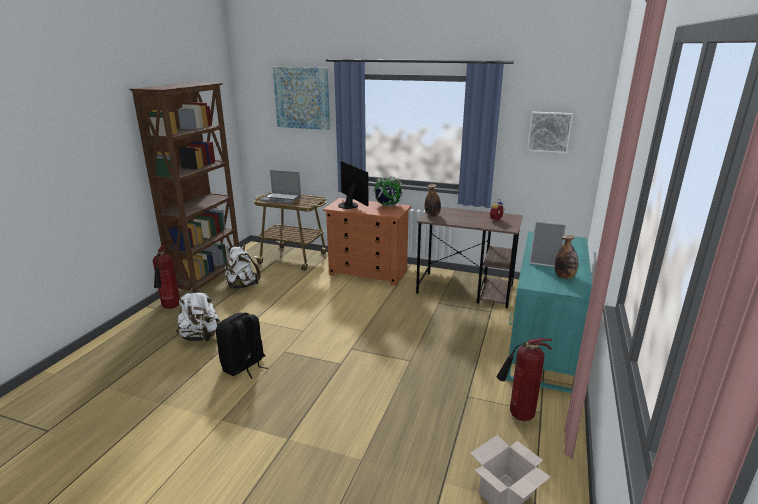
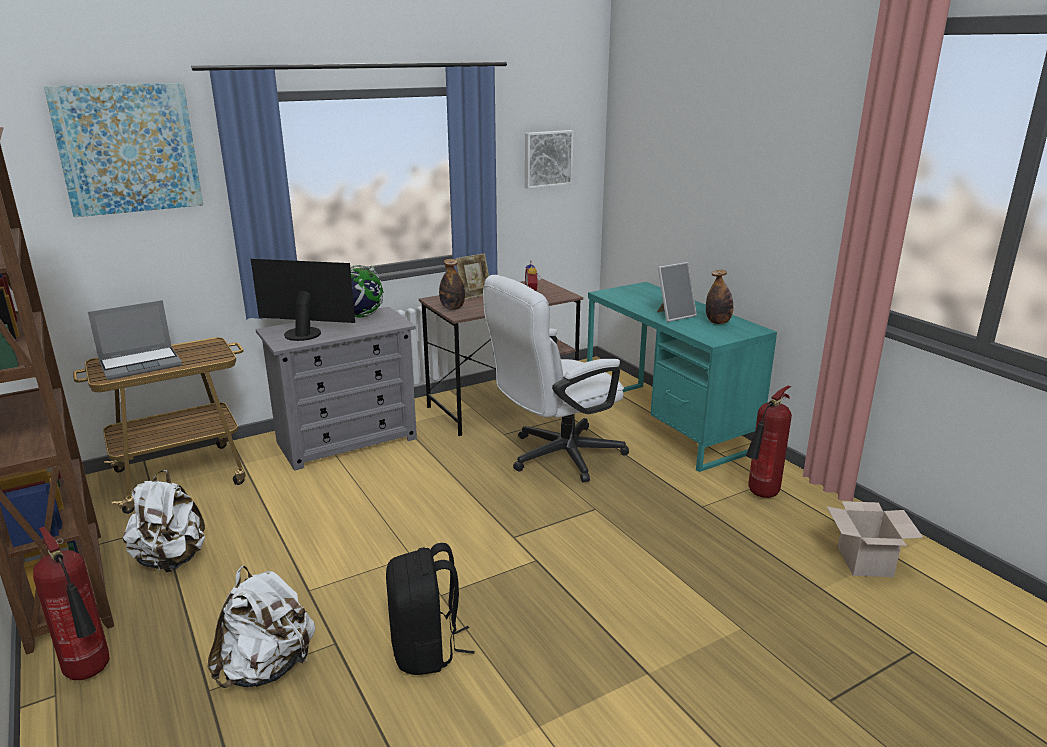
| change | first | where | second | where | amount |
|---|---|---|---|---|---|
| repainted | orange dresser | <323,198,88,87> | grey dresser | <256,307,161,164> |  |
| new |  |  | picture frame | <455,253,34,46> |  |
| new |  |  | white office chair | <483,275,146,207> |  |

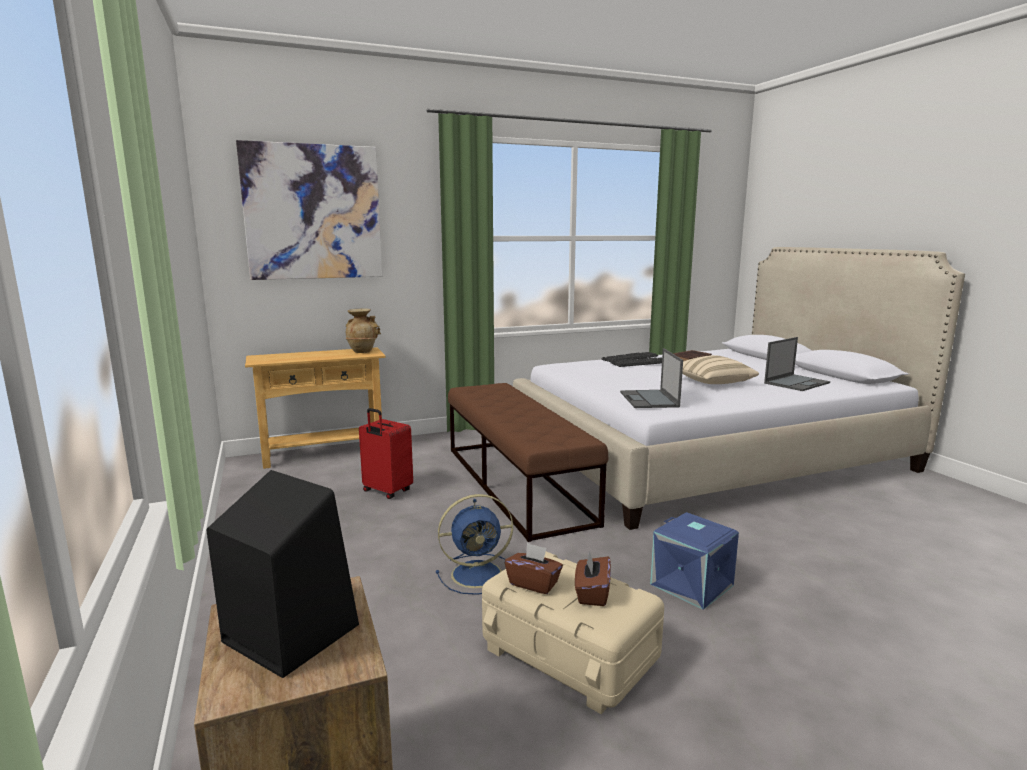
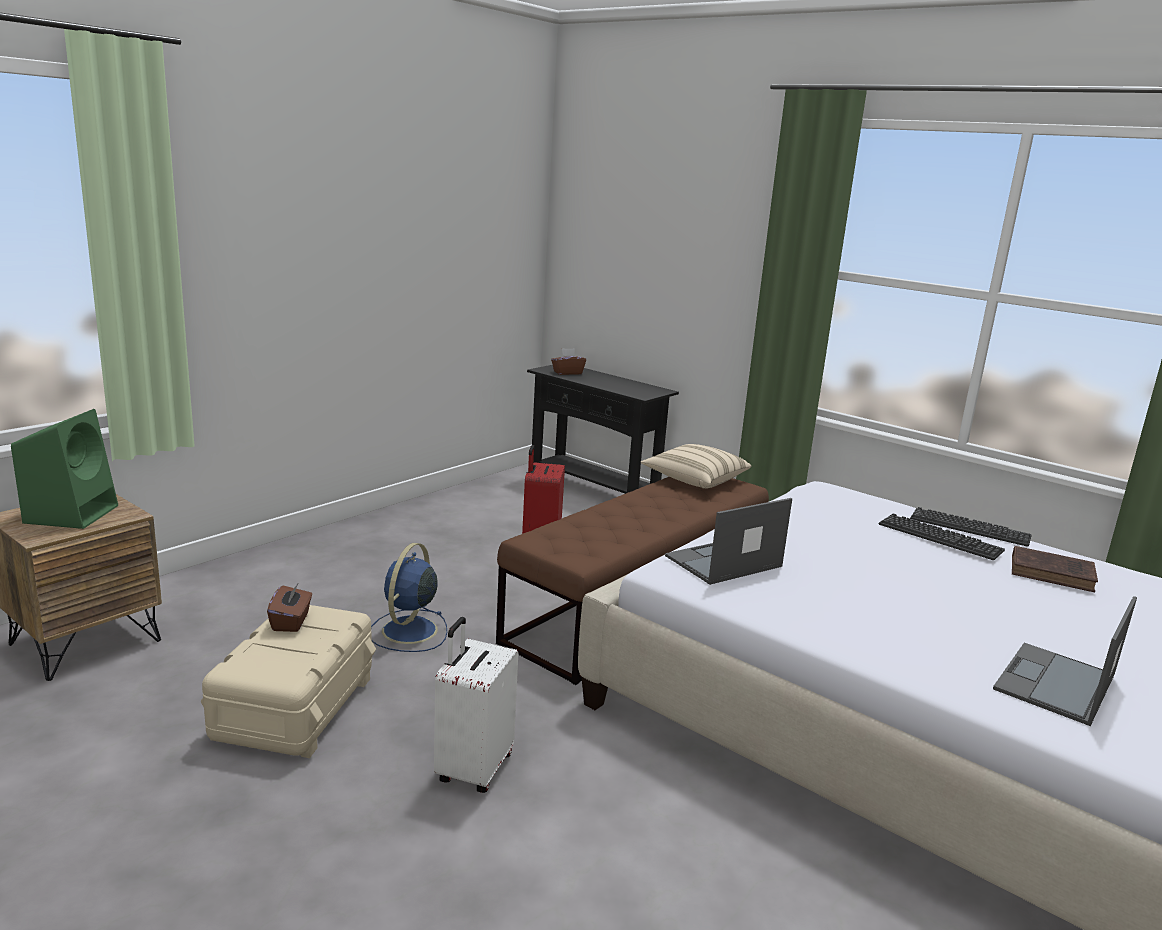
| change | first | where | second | where | amount |
|---|---|---|---|---|---|
| gone | picture | <236,140,147,140> |  |  |  |
| gone | beige vase | <346,309,35,44> |  |  |  |
| rotated | laptop | <764,337,66,54> |  | <993,596,144,130> | 105 degrees clockwise |
| repainted | beige console table | <245,347,141,122> | black console table | <527,365,152,129> |  |
| shifted | beige pillow | <682,355,77,29> |  | <641,444,110,45> |  |
| repainted | black speaker | <206,470,153,208> | green speaker | <11,409,107,120> |  |
| rotated | blue fan | <436,494,77,101> |  | <371,543,76,109> | 60 degrees clockwise |
| swapped | blue storage box | <650,512,89,98> | white suitcase | <434,617,84,176> |  |
| shifted | brown tissue box | <575,551,36,55> |  | <551,348,35,27> |  |

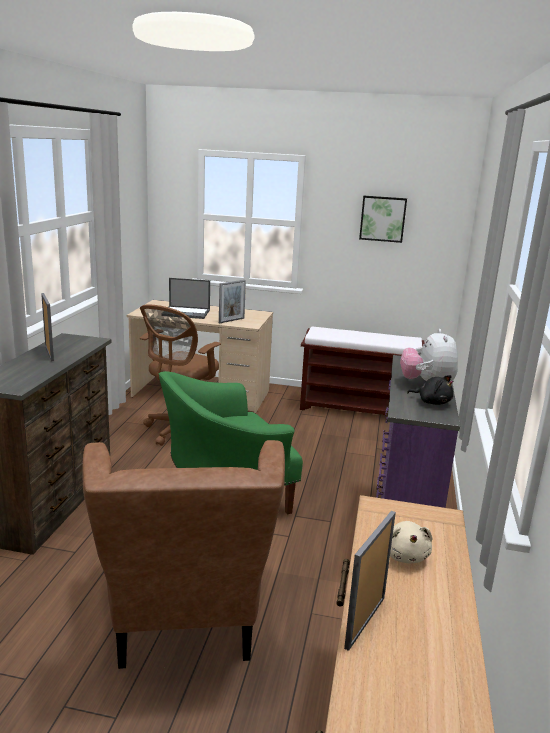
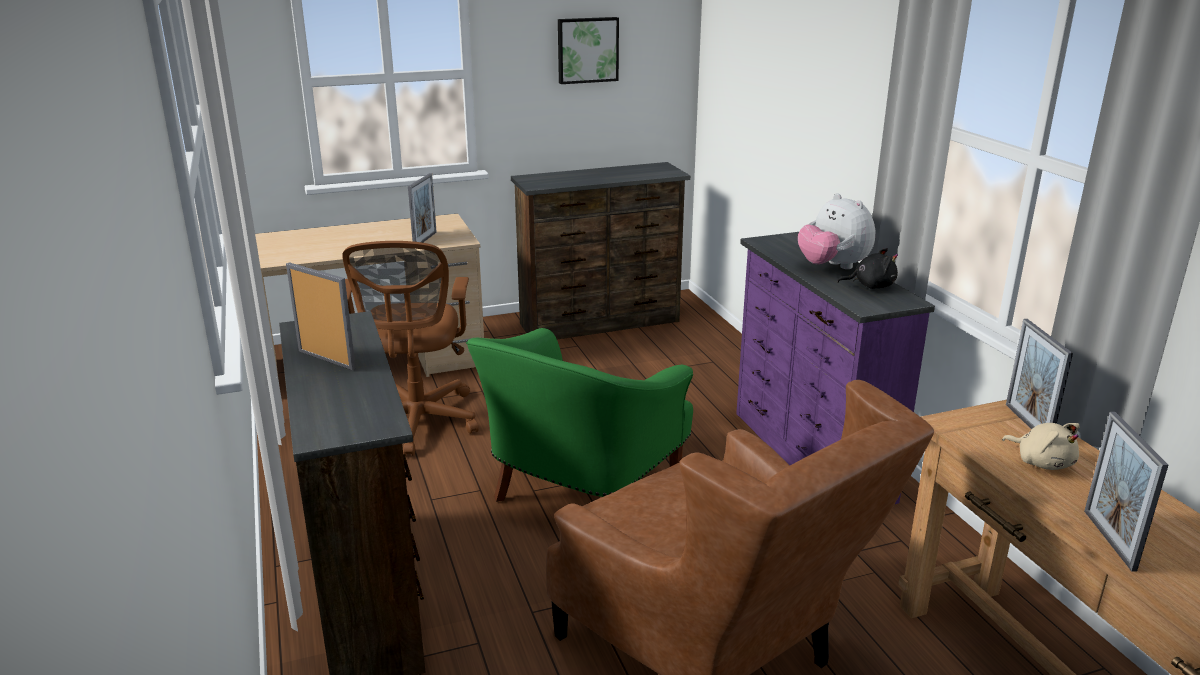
| change | first | where | second | where | amount |
|---|---|---|---|---|---|
| gone | laptop | <169,278,41,41> |  |  |  |
| swapped | brown bench | <300,326,124,89> | brown dresser | <511,162,179,177> |  |
| new |  |  | picture frame | <1006,319,67,110> |  |

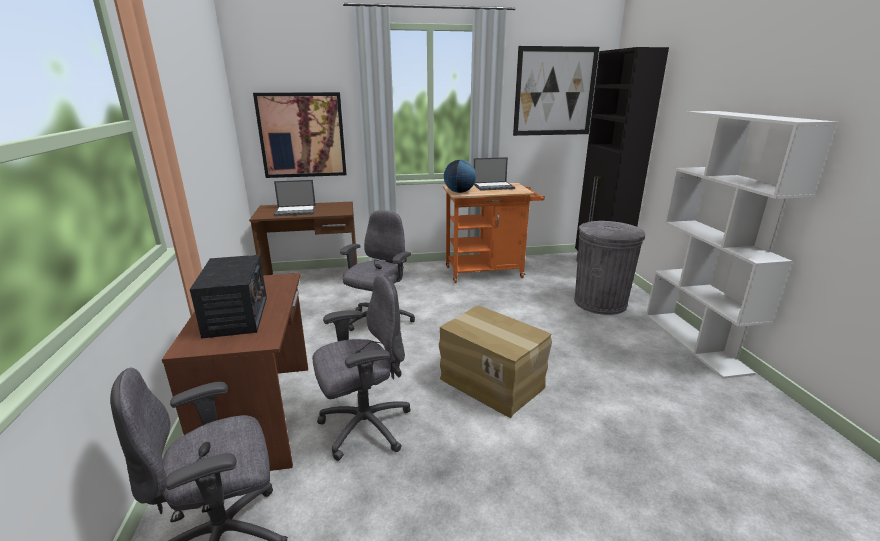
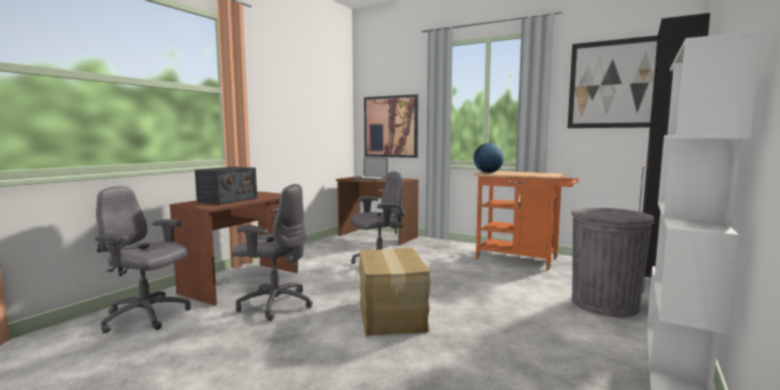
| change | first | where | second | where | amount |
|---|---|---|---|---|---|
| gone | laptop | <474,157,41,34> |  |  |  |

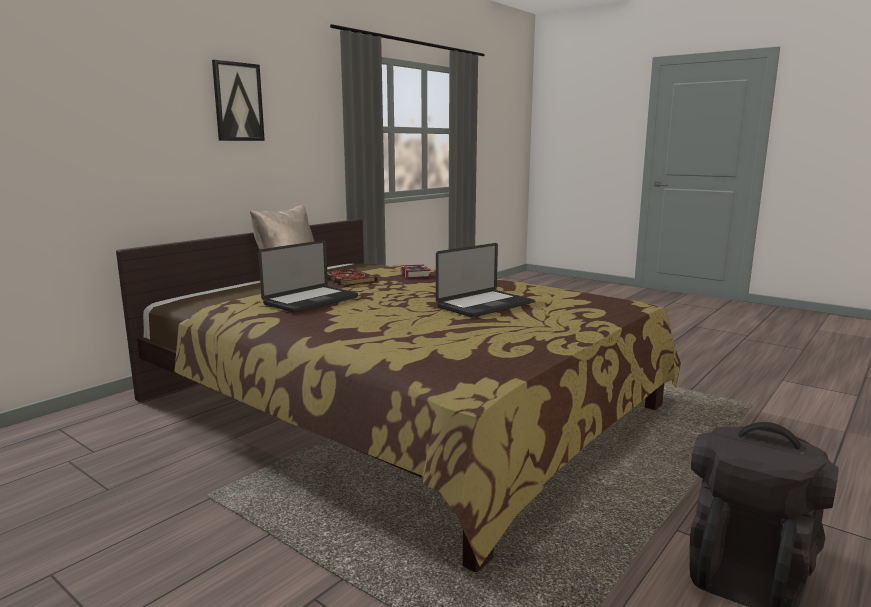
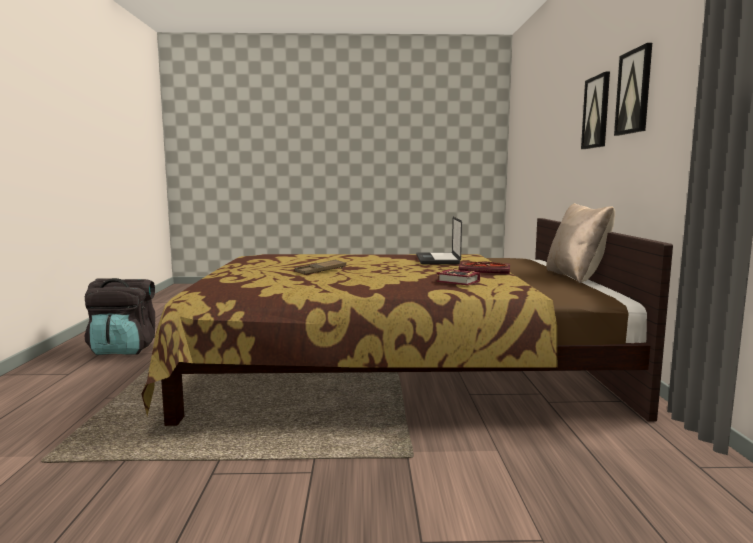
| change | first | where | second | where | amount |
|---|---|---|---|---|---|
| swapped | laptop | <436,243,96,74> | brown tray | <295,259,51,15> |  |
| new |  |  | picture | <581,71,29,78> |  |

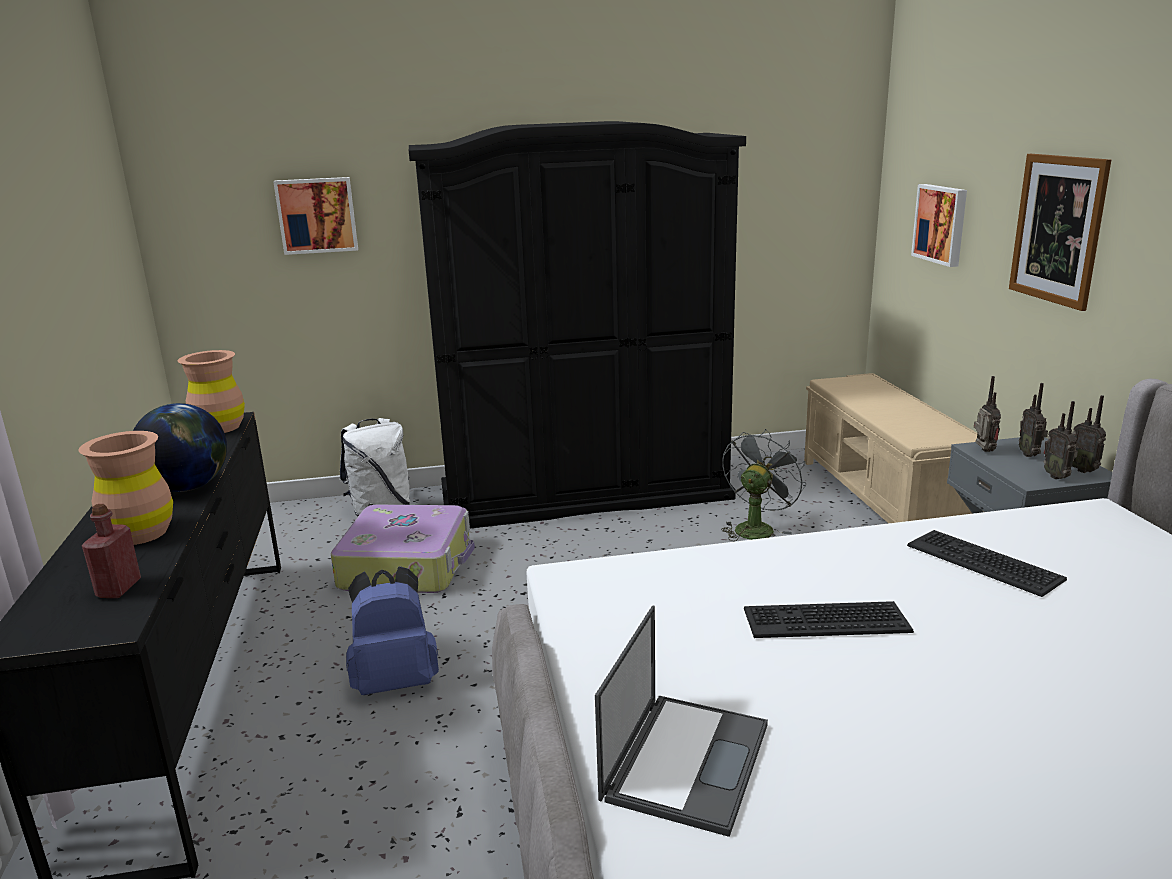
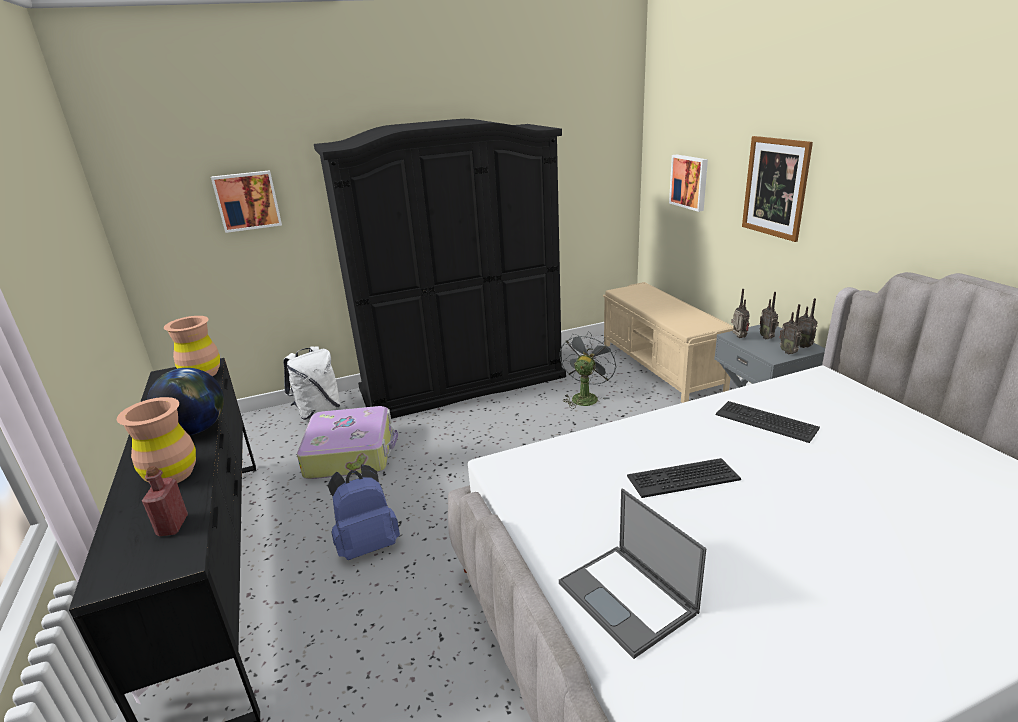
| change | first | where | second | where | amount |
|---|---|---|---|---|---|
| rotated | laptop | <595,606,173,231> |  | <559,488,148,171> | 135 degrees clockwise |

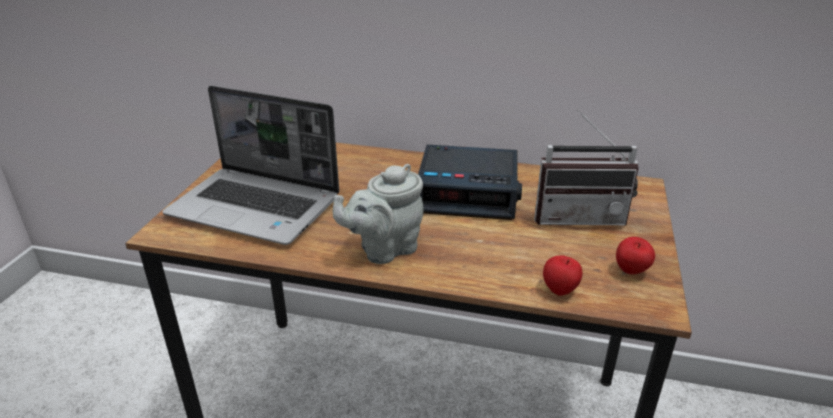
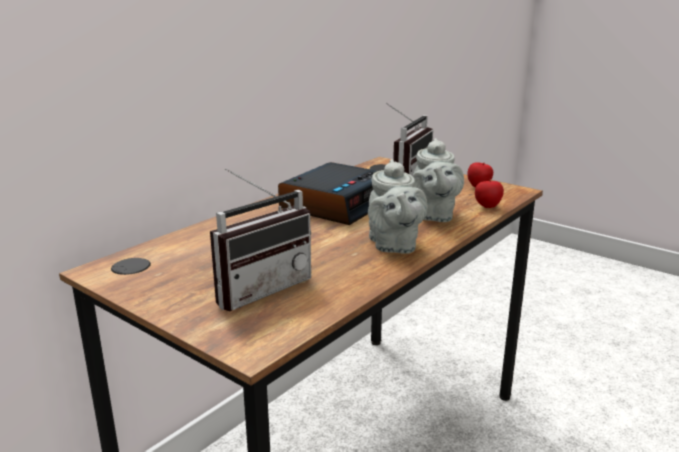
| change | first | where | second | where | amount |
|---|---|---|---|---|---|
| swapped | laptop | <162,86,177,159> | radio | <210,168,101,143> |  |
| new |  |  | grey teapot | <412,138,52,84> |  |

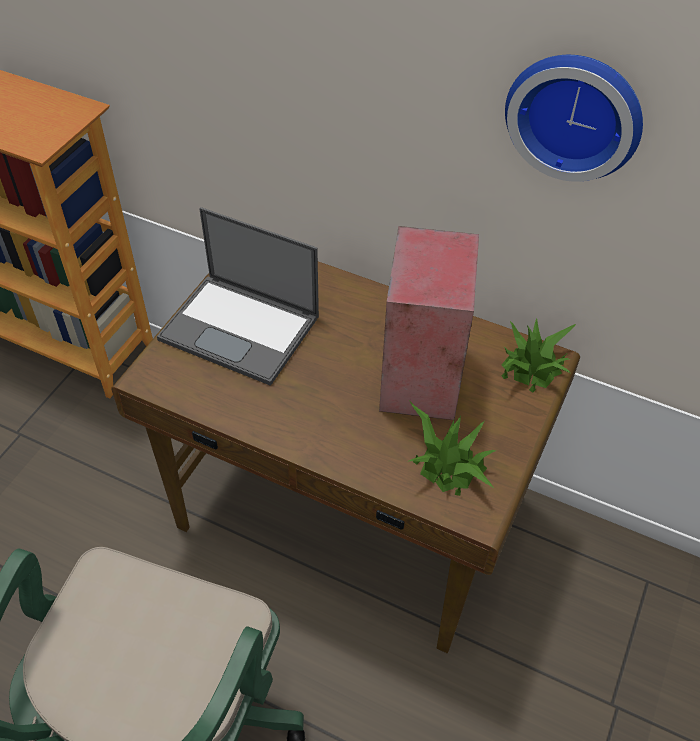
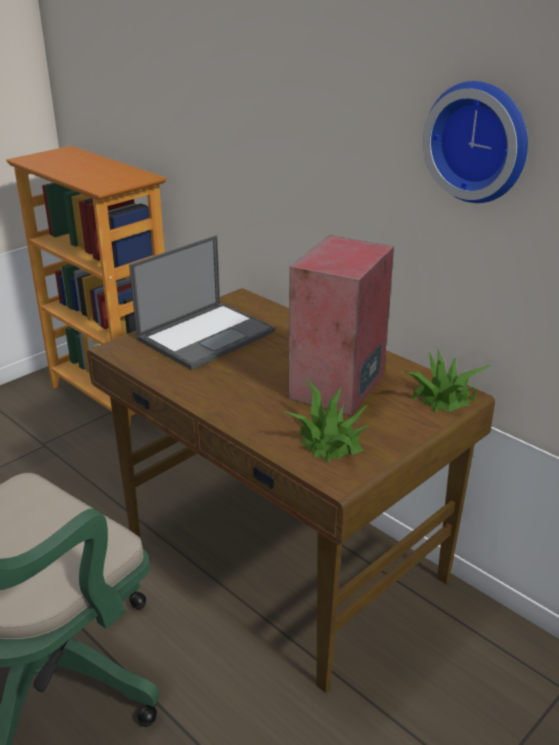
| change | first | where | second | where | amount |
|---|---|---|---|---|---|
| rotated | laptop | <157,207,162,179> |  | <129,235,146,135> | 90 degrees counterclockwise |

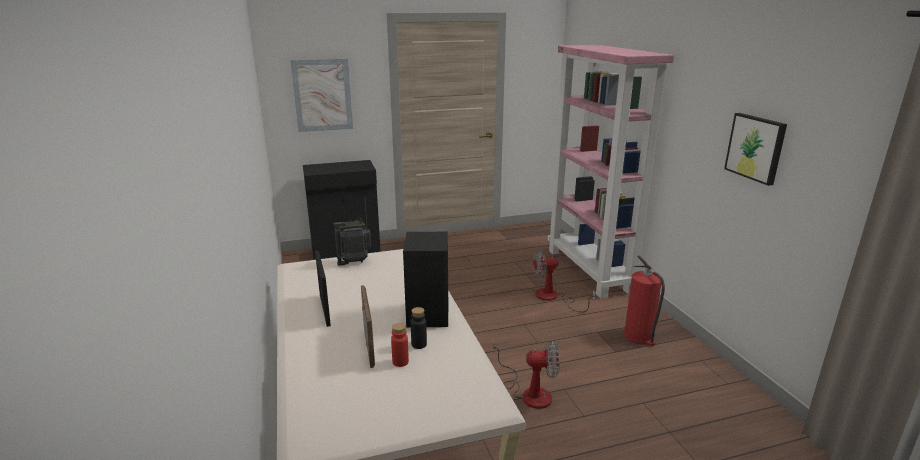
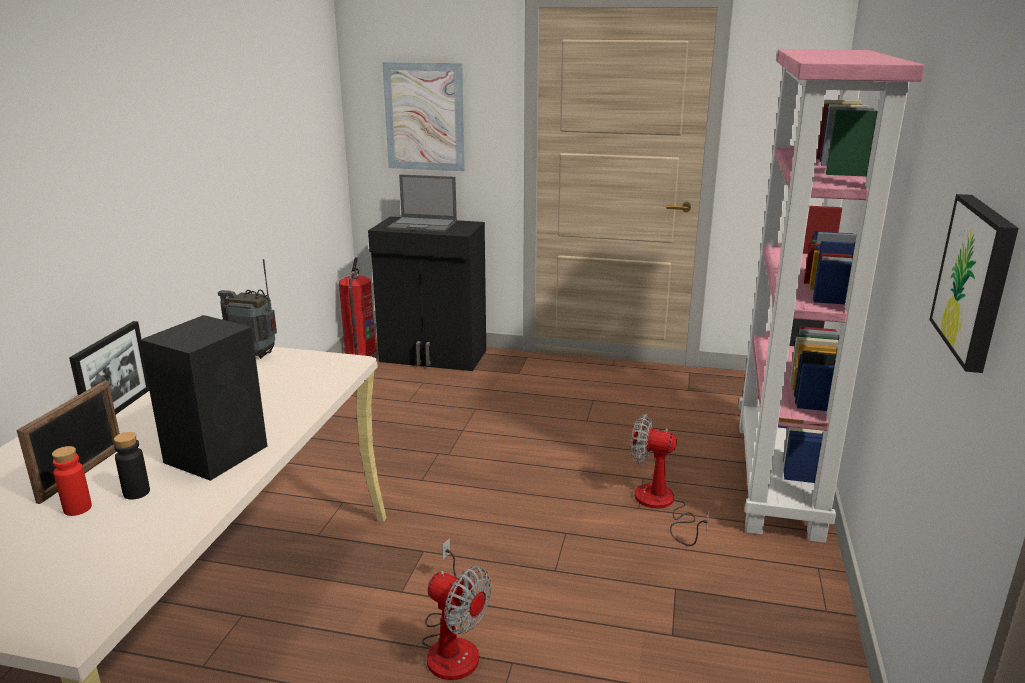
| change | first | where | second | where | amount |
|---|---|---|---|---|---|
| shifted | fire extinguisher | <624,256,41,91> |  | <339,257,37,99> |  |
| new |  |  | laptop | <387,174,70,58> |  |

